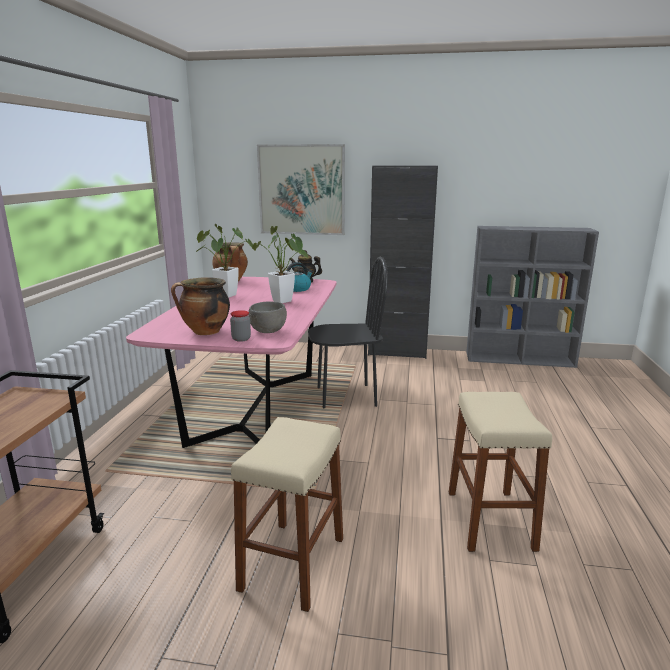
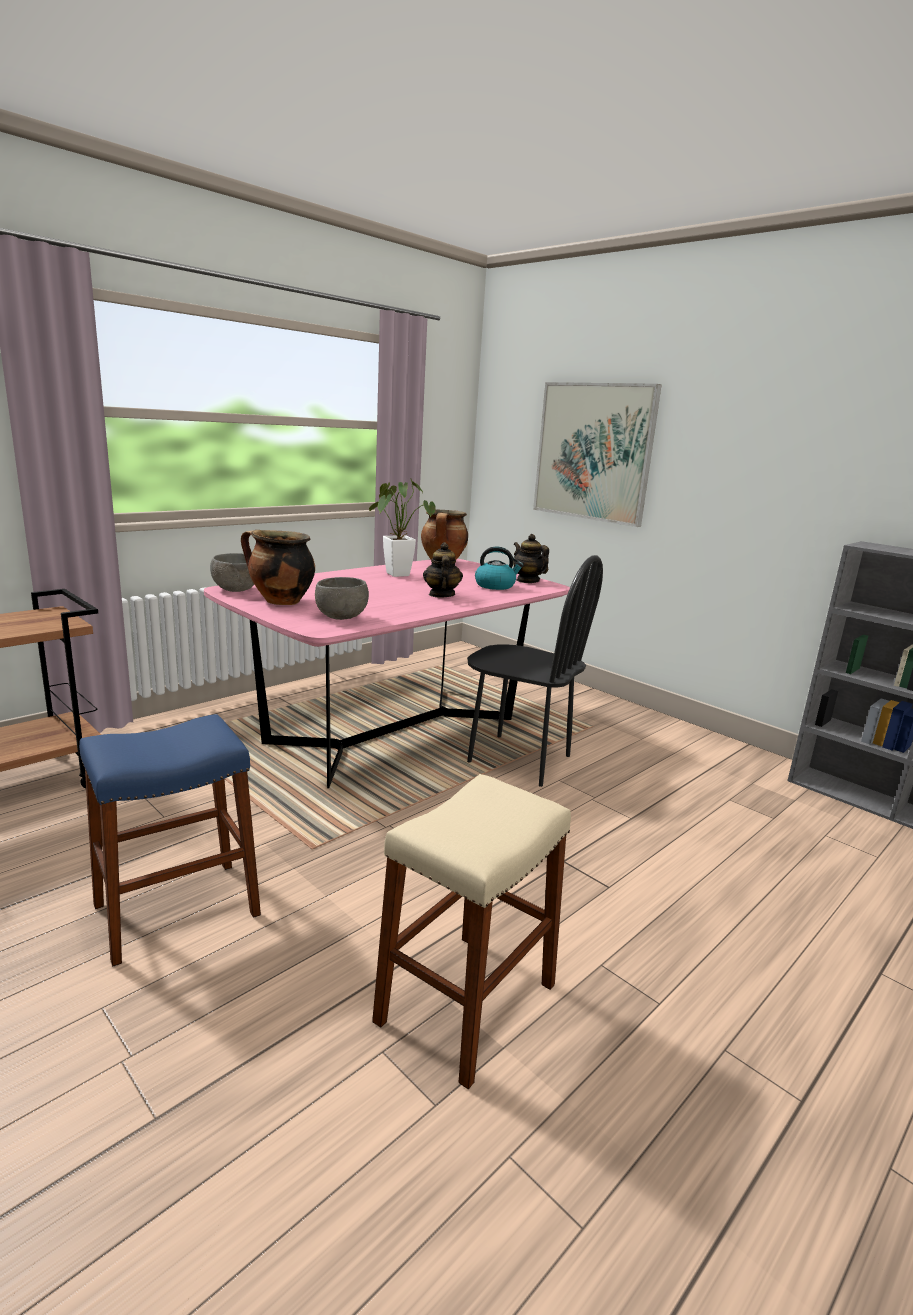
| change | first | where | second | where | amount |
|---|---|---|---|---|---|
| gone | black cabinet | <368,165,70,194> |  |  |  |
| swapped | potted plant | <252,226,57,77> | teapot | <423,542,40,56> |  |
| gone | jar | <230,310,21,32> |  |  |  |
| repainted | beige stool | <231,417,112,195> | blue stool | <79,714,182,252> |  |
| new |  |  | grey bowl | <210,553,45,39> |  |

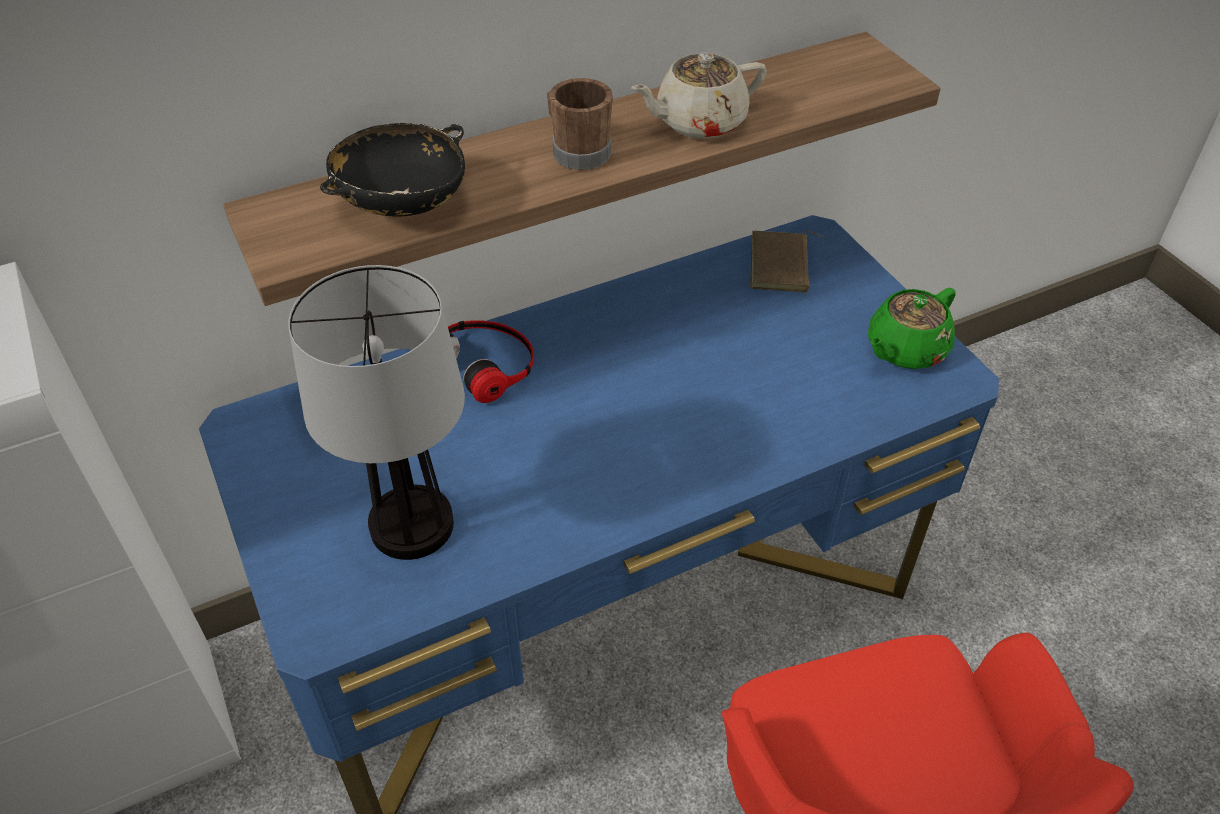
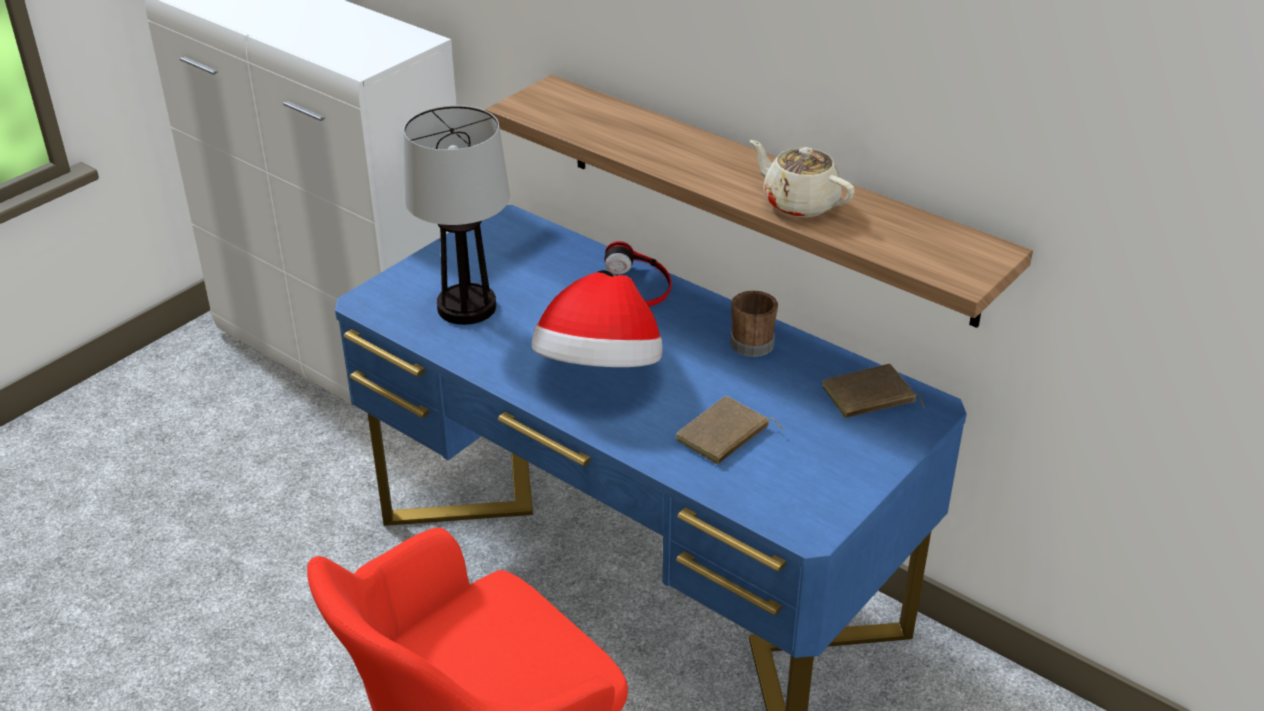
| change | first | where | second | where | amount |
|---|---|---|---|---|---|
| shifted | brown mug | <547,78,66,92> |  | <730,291,48,66> |  |
| gone | black bowl | <320,123,145,94> |  |  |  |
| gone | green teapot | <868,288,88,81> |  |  |  |
| new |  |  | hat | <532,272,130,95> |  |
| new |  |  | brown book | <676,396,107,68> |  |

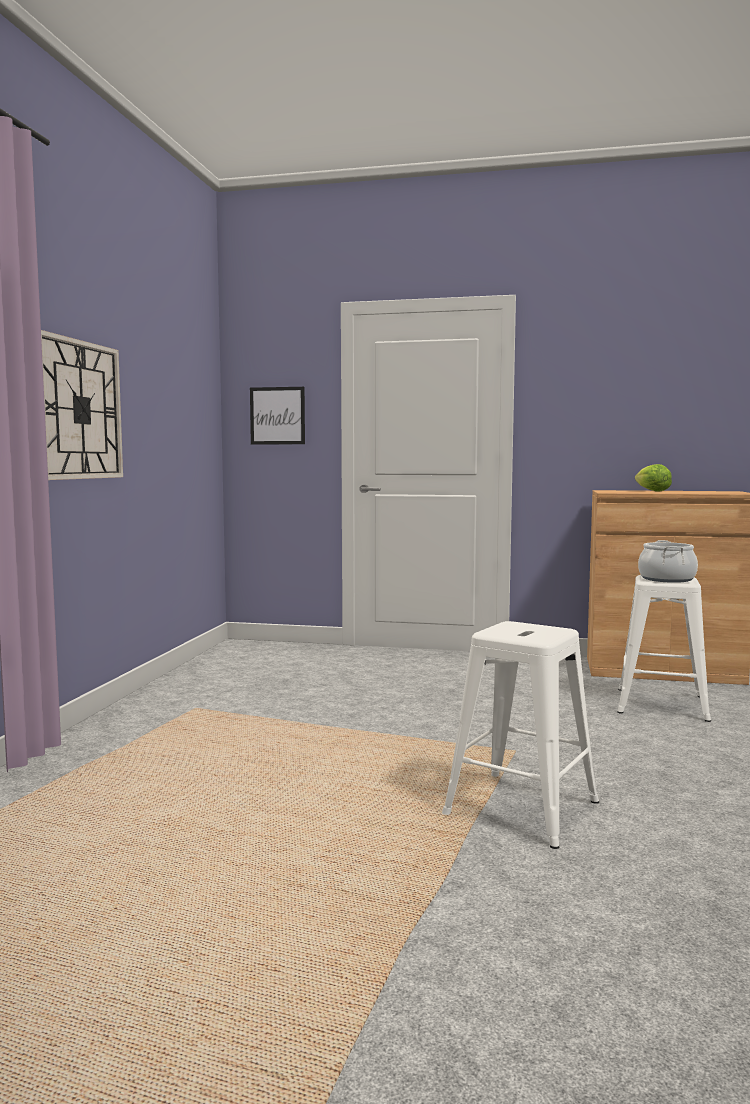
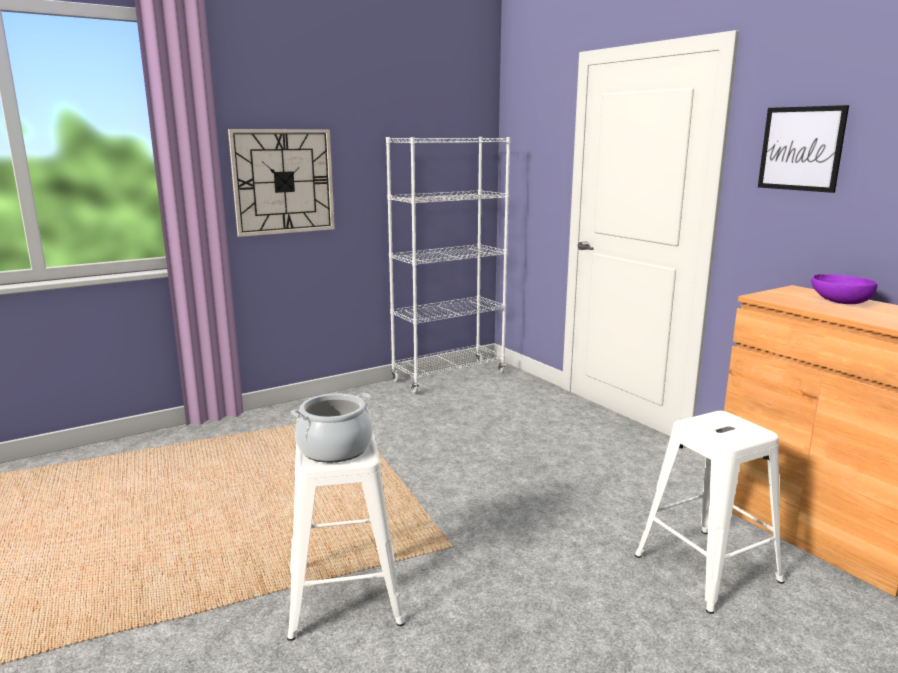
| change | first | where | second | where | amount |
|---|---|---|---|---|---|
| shifted | picture | <250,387,55,58> |  | <758,105,91,88> |  |
| swapped | lettuce | <635,464,37,28> | purple bowl | <811,274,66,30> |  |
| shifted | cooking pot | <638,540,60,43> |  | <291,393,81,70> |  |
| new |  |  | white bookcase | <386,137,124,257> |  |

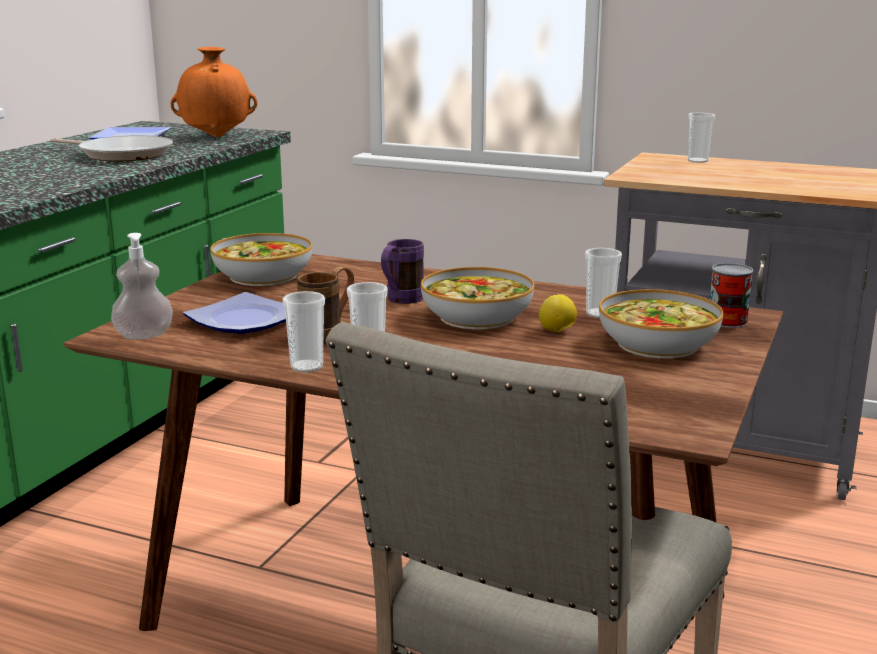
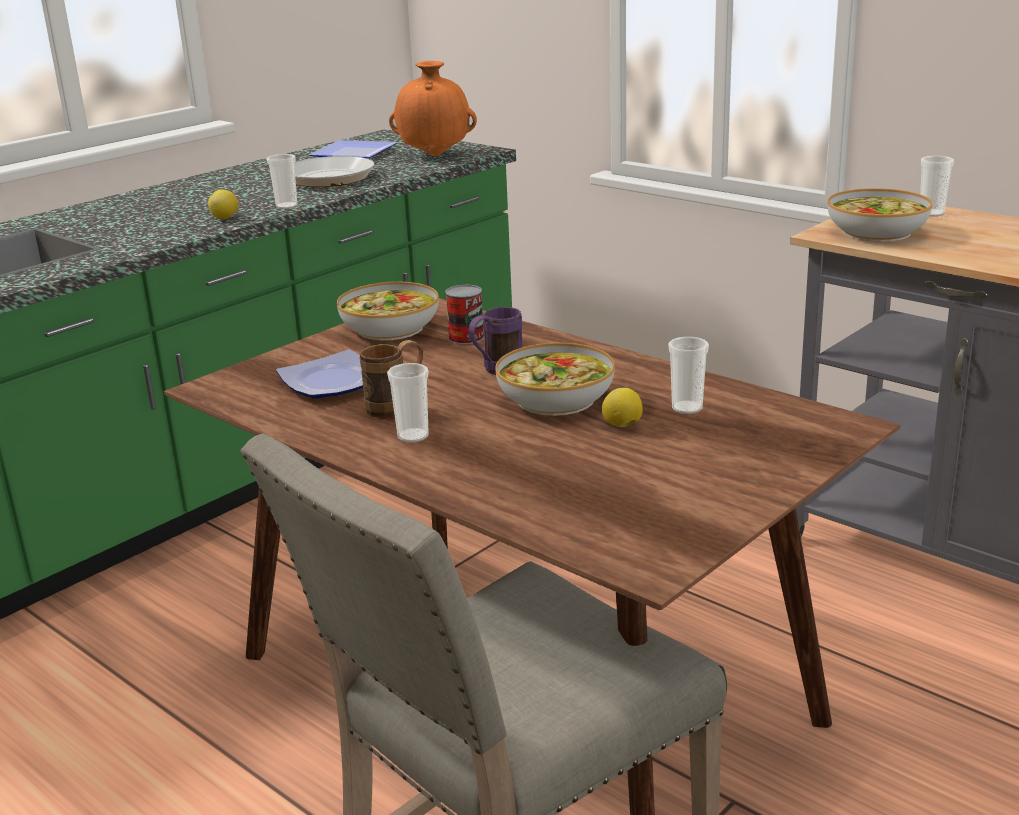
| change | first | where | second | where | amount |
|---|---|---|---|---|---|
| gone | soap dispenser | <111,233,62,106> |  |  |  |
| shifted | can | <710,263,43,65> |  | <445,285,39,59> |  |
| shifted | bowl | <599,289,124,70> |  | <827,188,105,54> |  |
| shifted | cup | <282,291,43,82> |  | <267,154,31,55> |  |
| new |  |  | lemon | <208,190,30,29> |  |

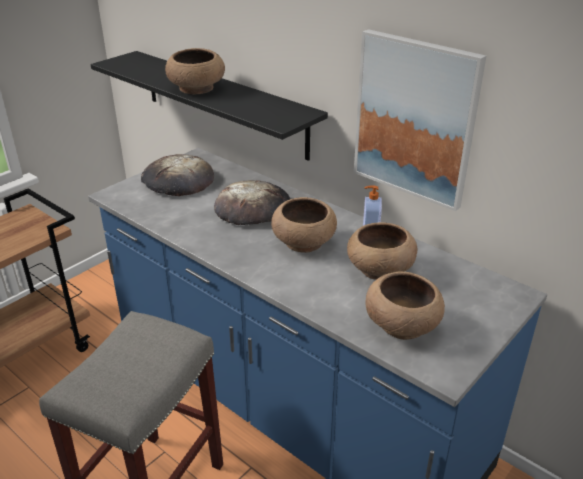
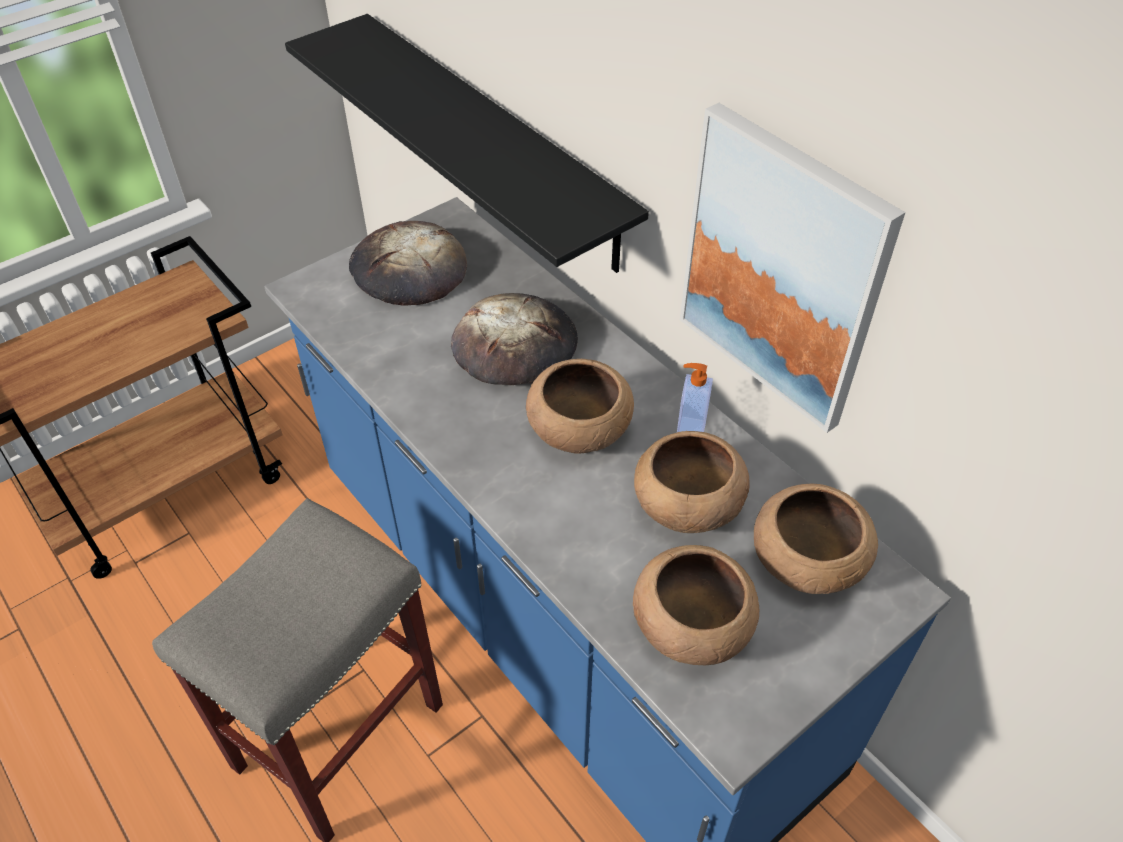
| change | first | where | second | where | amount |
|---|---|---|---|---|---|
| shifted | brown bowl | <165,48,60,46> |  | <754,483,124,111> |  |

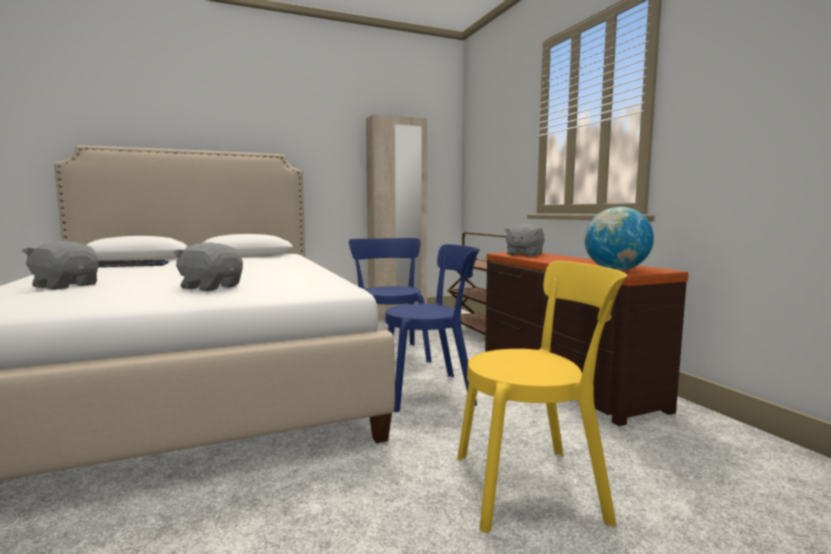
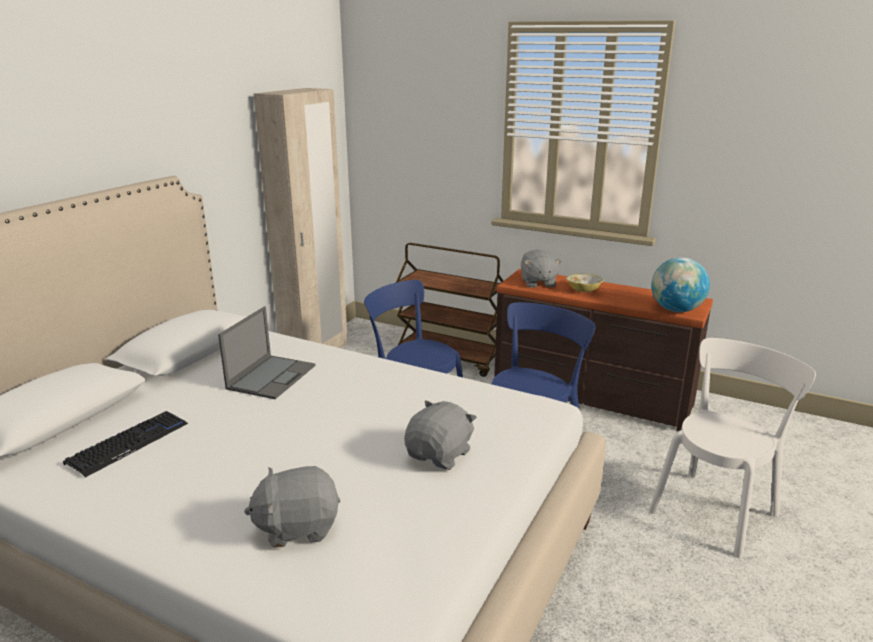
| change | first | where | second | where | amount |
|---|---|---|---|---|---|
| rotated | grey plush toy | <174,243,69,48> |  | <404,400,73,70> | 135 degrees clockwise |
| repainted | yellow chair | <457,261,170,272> | white chair | <649,338,167,221> |  |
| new |  |  | bowl | <566,273,38,19> |  |
| new |  |  | laptop | <218,306,98,93> |  |

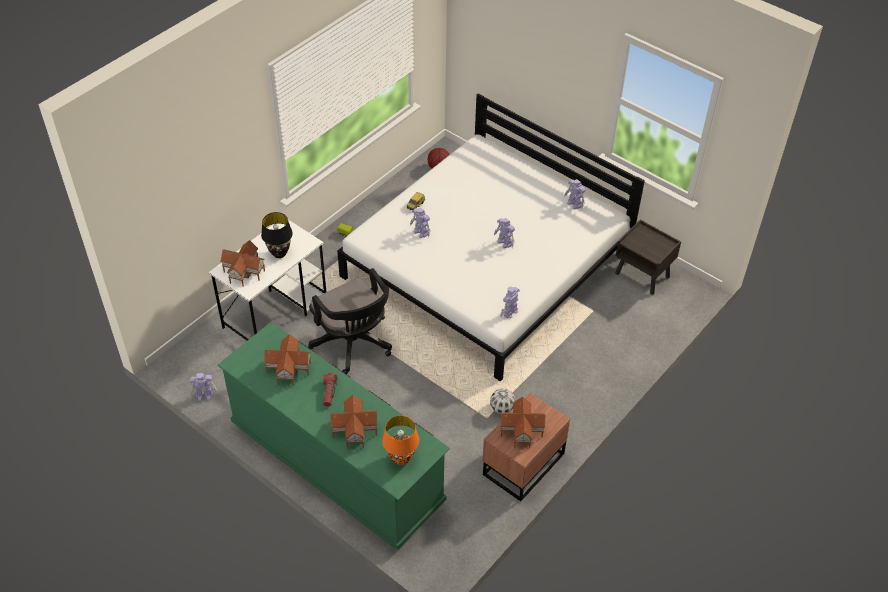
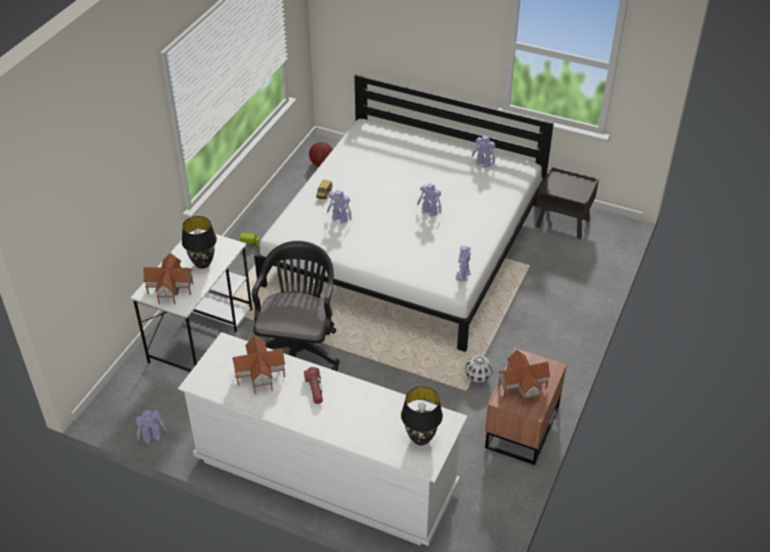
| change | first | where | second | where | amount |
|---|---|---|---|---|---|
| rotated | black office chair | <308,268,84,106> |  | <252,241,88,130> | 120 degrees counterclockwise |
| repainted | green dresser | <218,322,232,228> | white dresser | <178,332,289,214> |  |
| gone | toy house | <330,395,48,54> |  |  |  |
| repainted | orange table lamp | <382,415,37,50> | black table lamp | <401,387,42,58> |  |

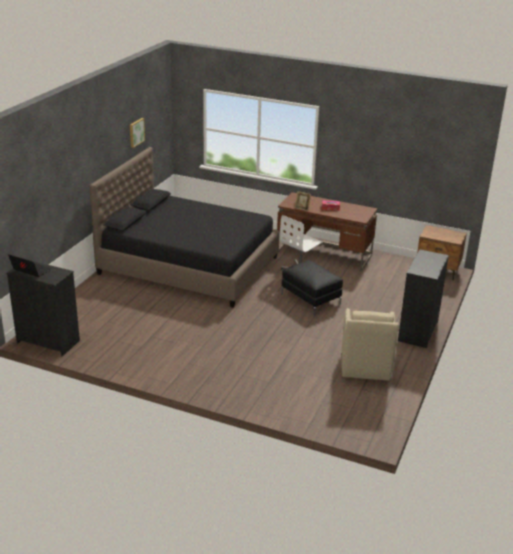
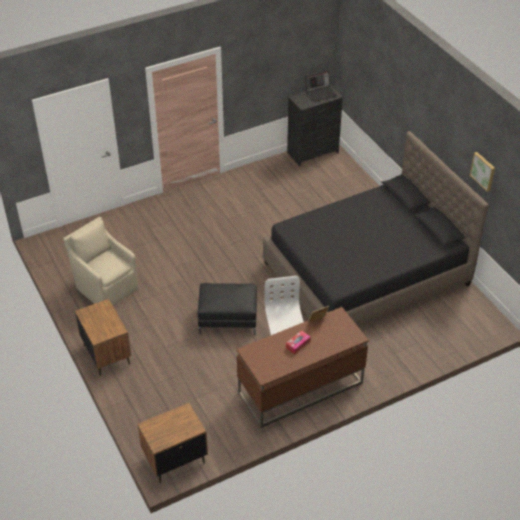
| change | first | where | second | where | amount |
|---|---|---|---|---|---|
| swapped | black dresser | <398,249,51,99> | brown nightstand | <75,299,56,77> |  |

